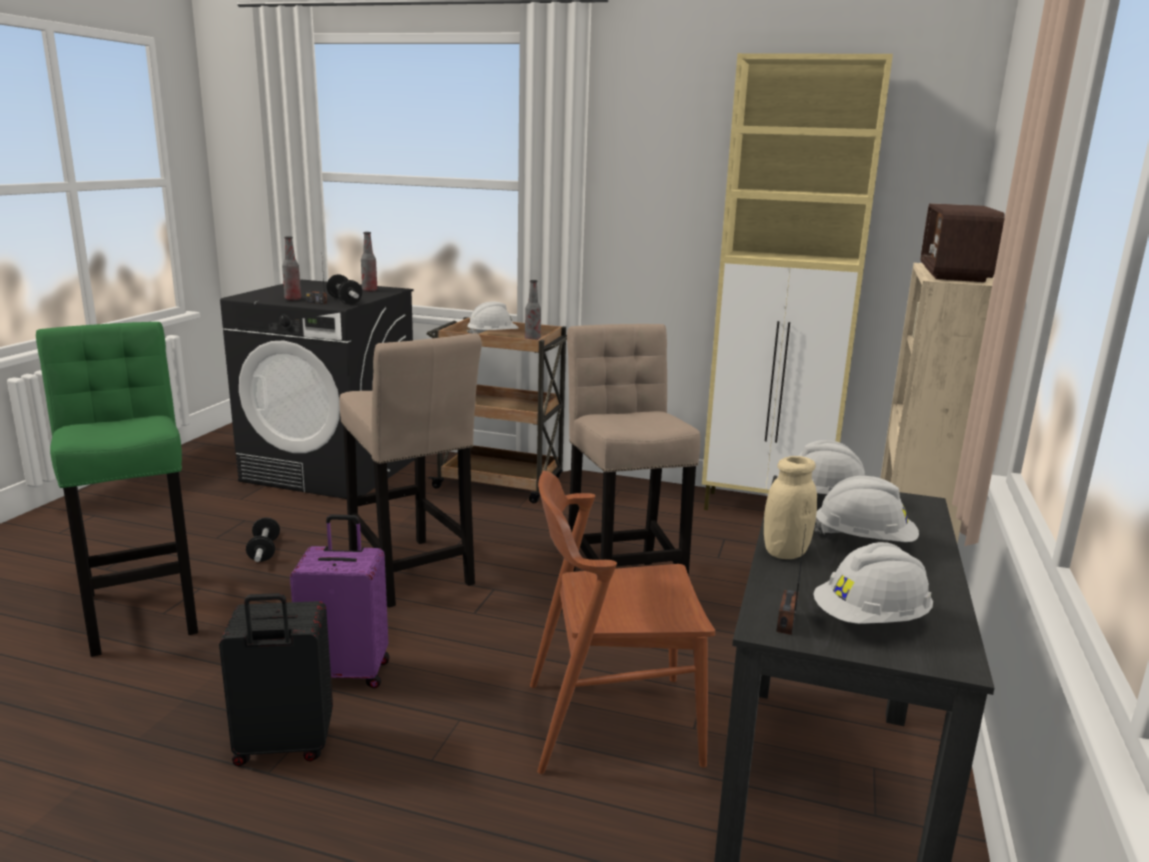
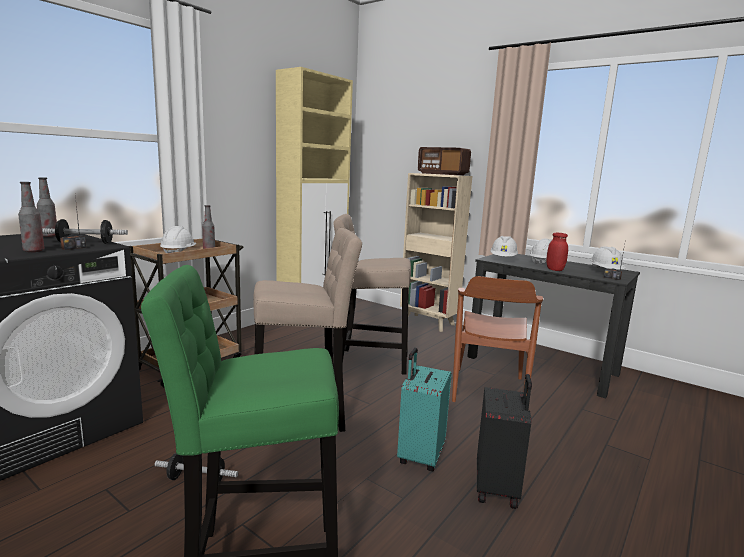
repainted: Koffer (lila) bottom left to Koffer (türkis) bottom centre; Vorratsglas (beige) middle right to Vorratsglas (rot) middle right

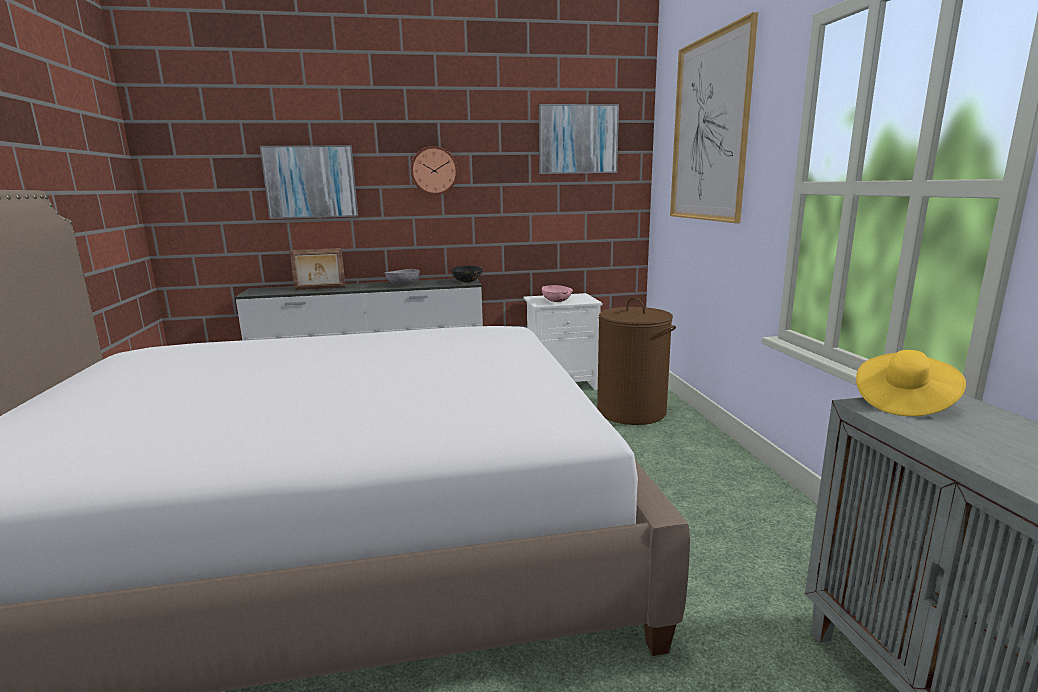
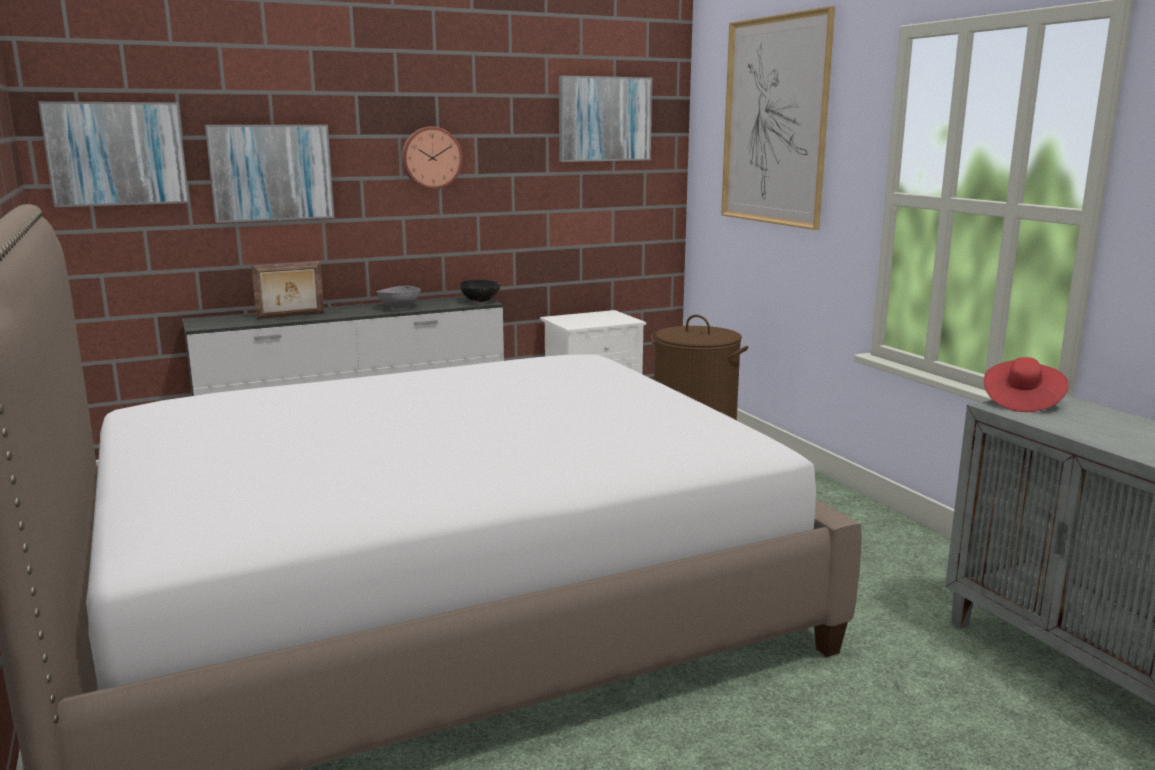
gone: Schüssel (rosa) centre
new: Bild (no. 1 from left) top left
repainted: Hut (gelb) middle right to Hut (rot) middle right

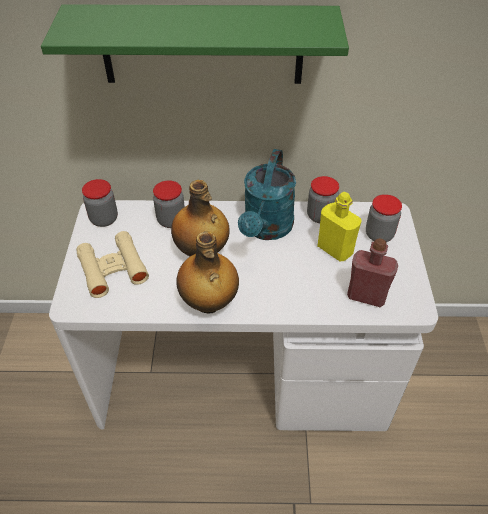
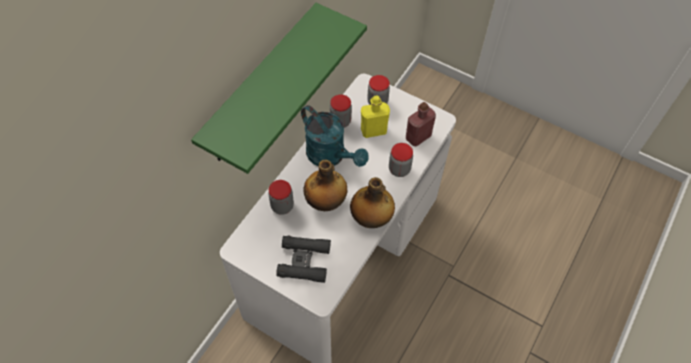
shifted: Vorratsglas (no. 1 from left in the first image) middle left to Vorratsglas (no. 4 from left) centre
repainted: Fernglas (beige) middle left to Fernglas (schwarz) bottom centre

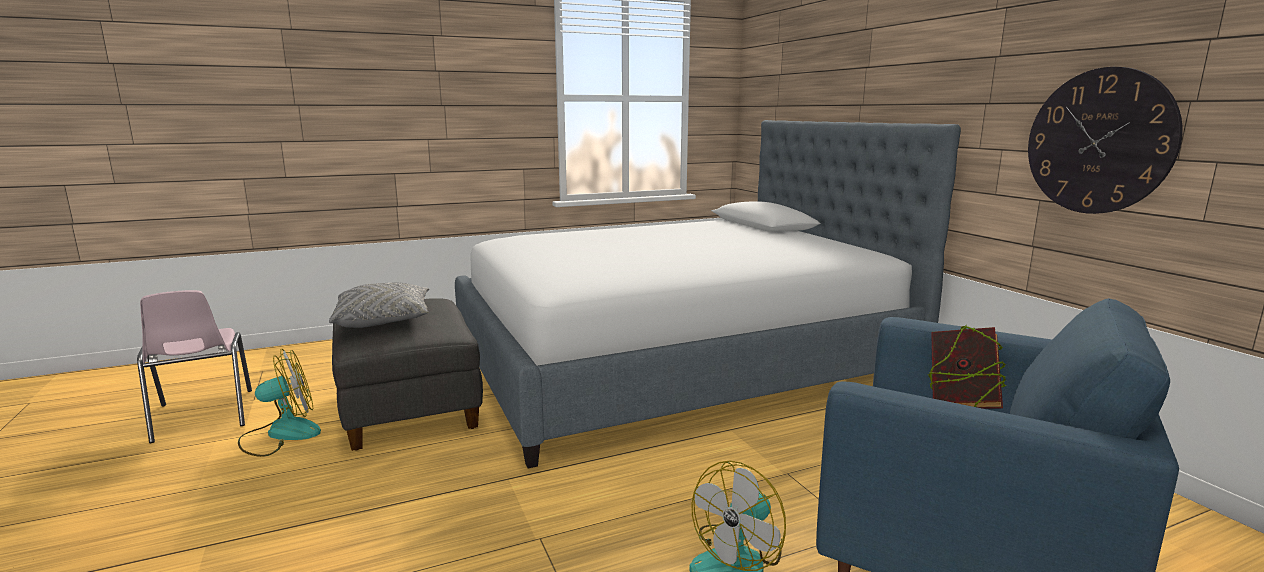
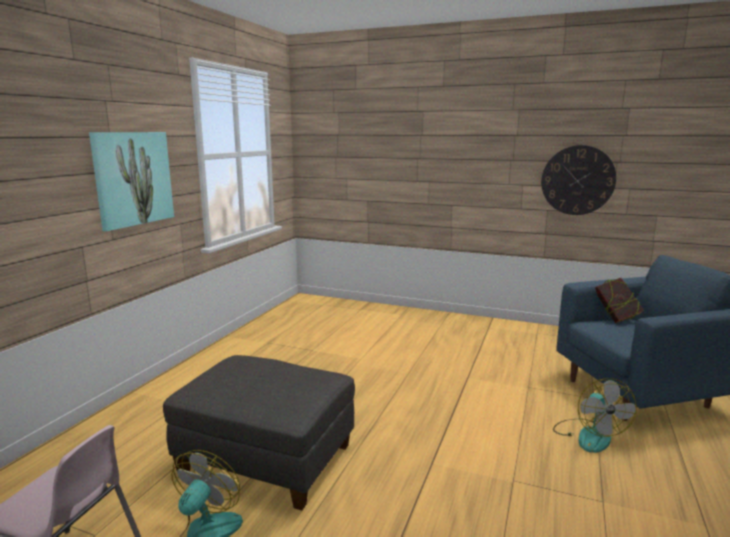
gone: Kissen (grau) middle left; Bett centre
new: Bild middle left

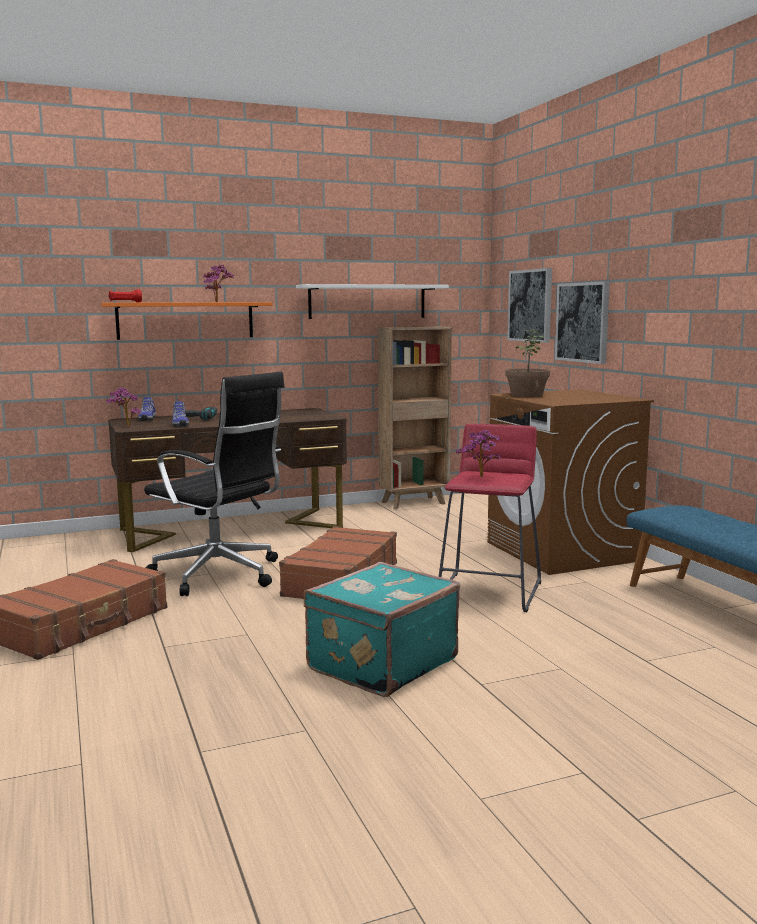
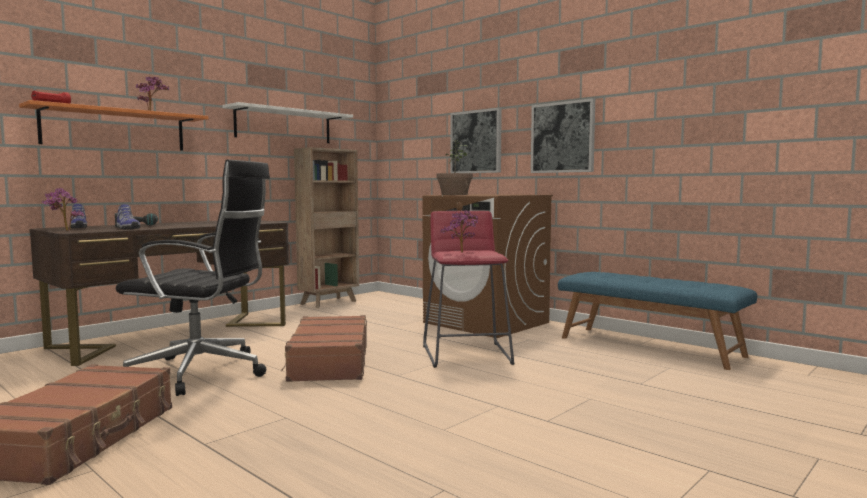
gone: Koffer (türkis) bottom centre
shifted: Bild (no. 1 from left in the first image) top right to Bild (no. 2 from left) top centre

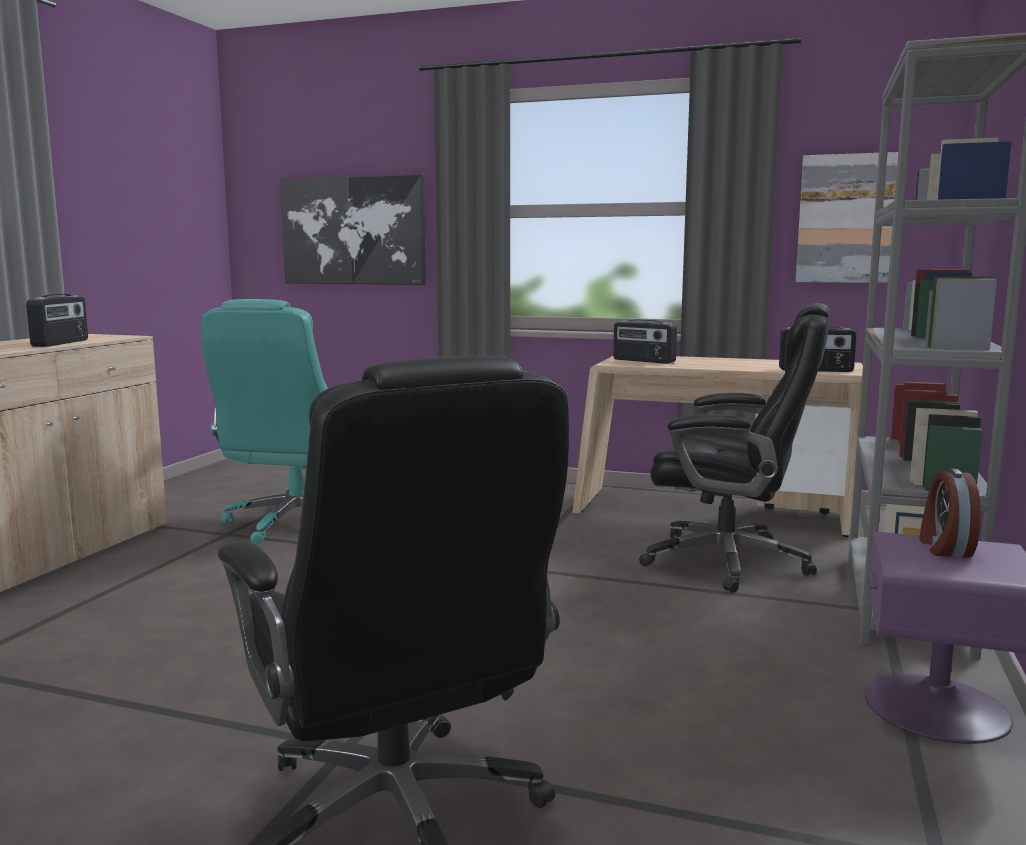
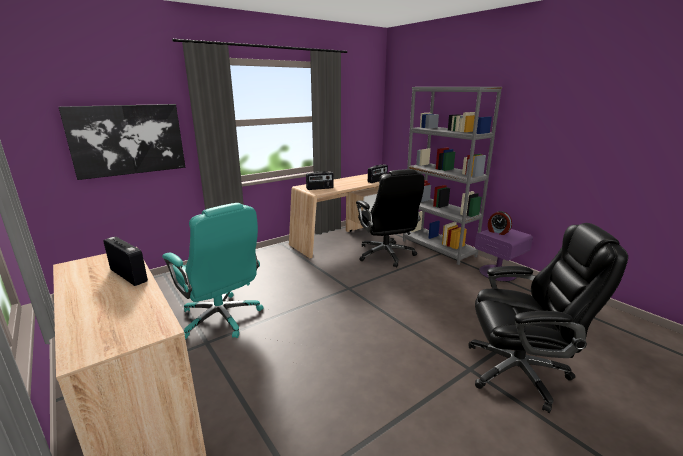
gone: Bild (no. 2 from left) top right
rotated: Bürostuhl (schwarz) (no. 2 from left in the first image) middle right = centre 105 degrees clockwise

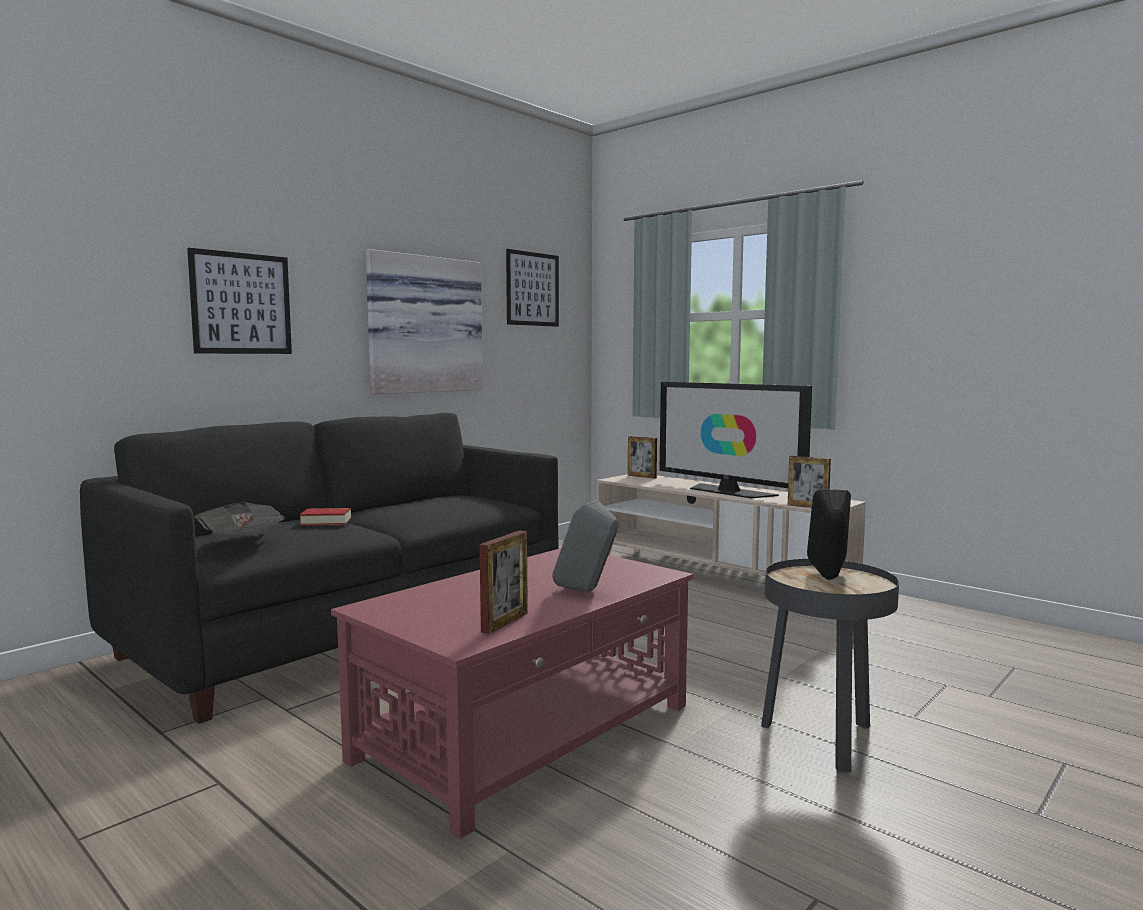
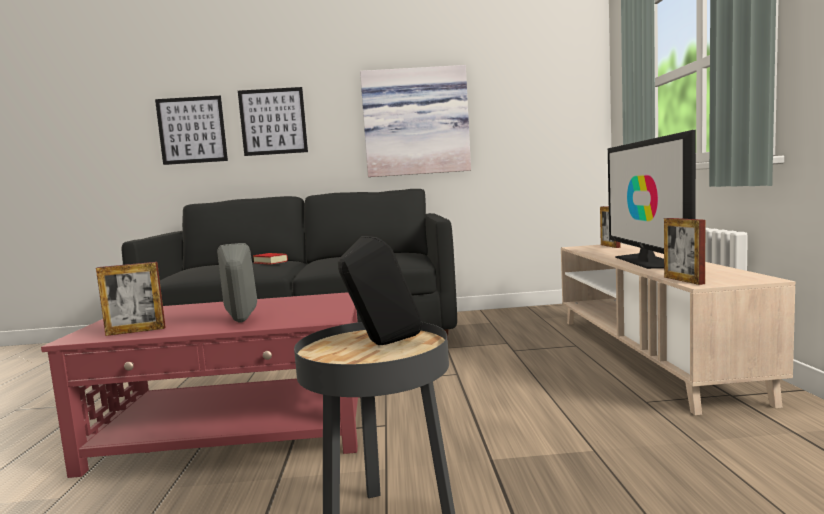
gone: Zeitung middle left
shifted: Bild (no. 3 from left in the first image) top centre to Bild (no. 1 from left) top left

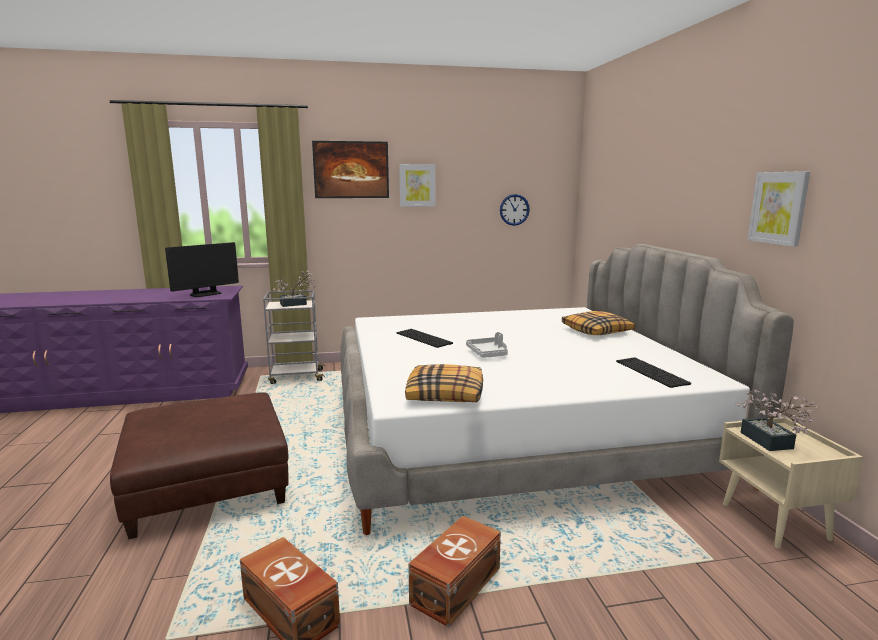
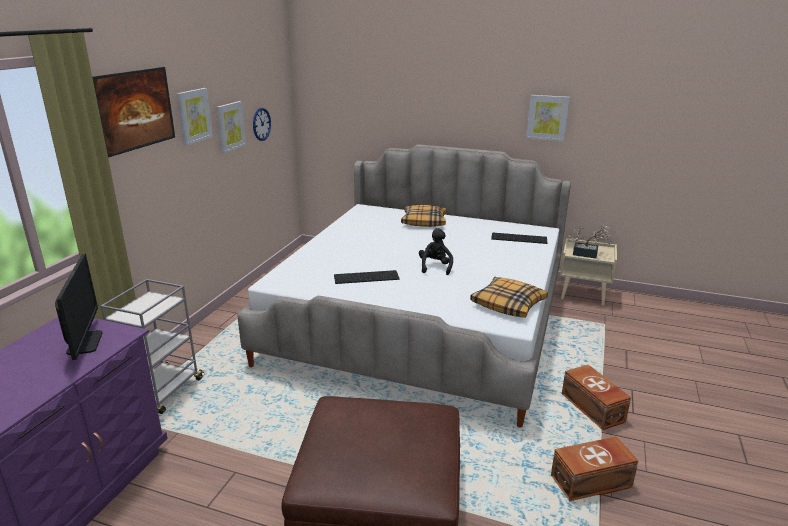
gone: Topfpflanze (no. 1 from left) centre
new: Bild (no. 3 from left) top left
swapped: Tablett (grau) centre to Plüschtier (schwarz) centre

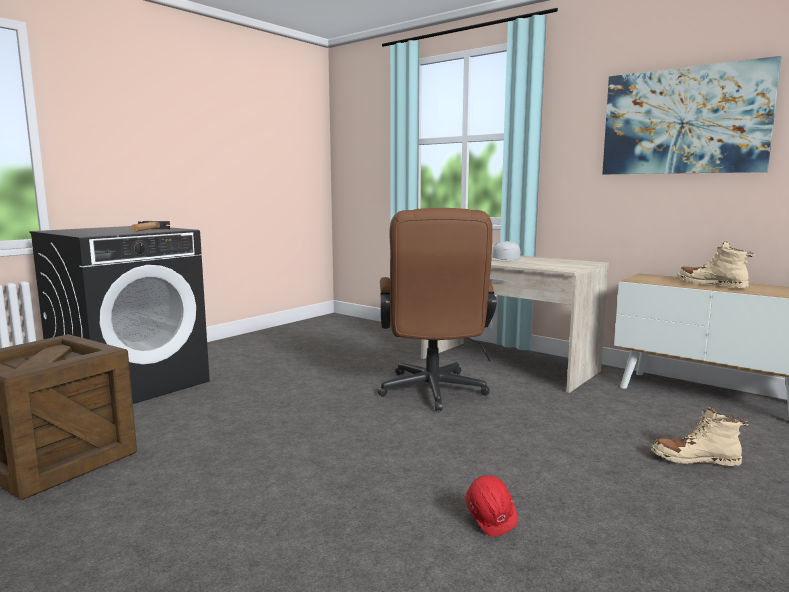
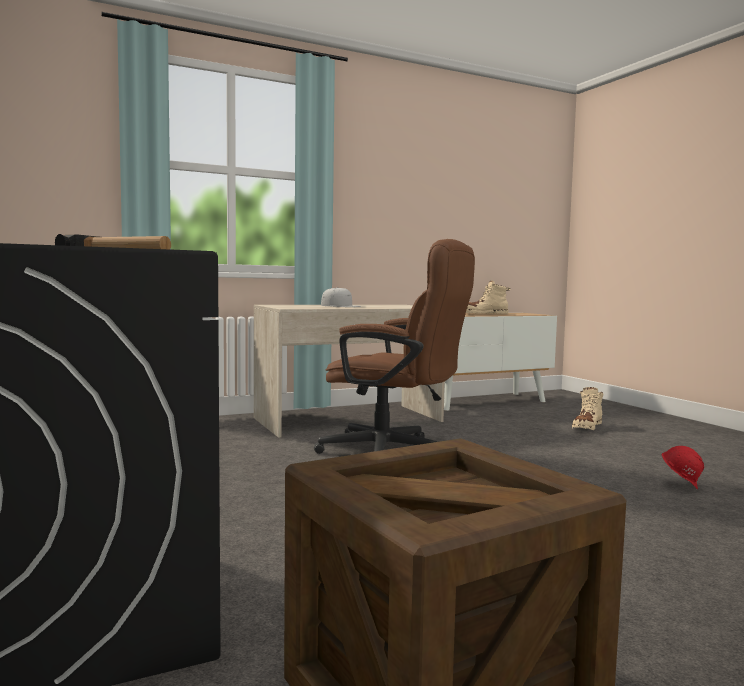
gone: Bild top right

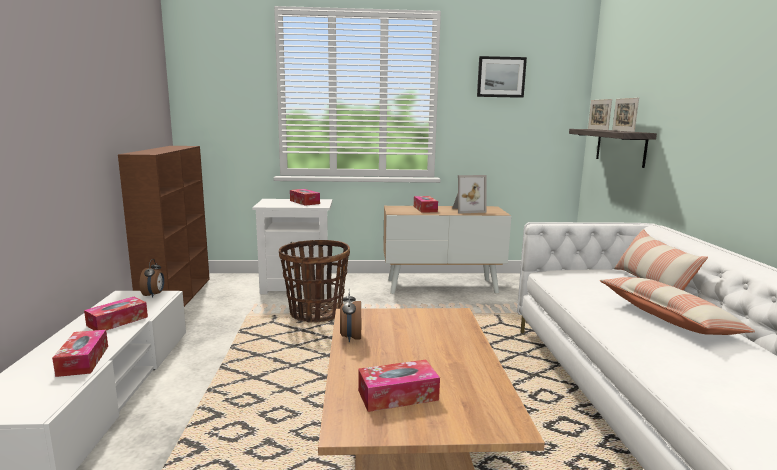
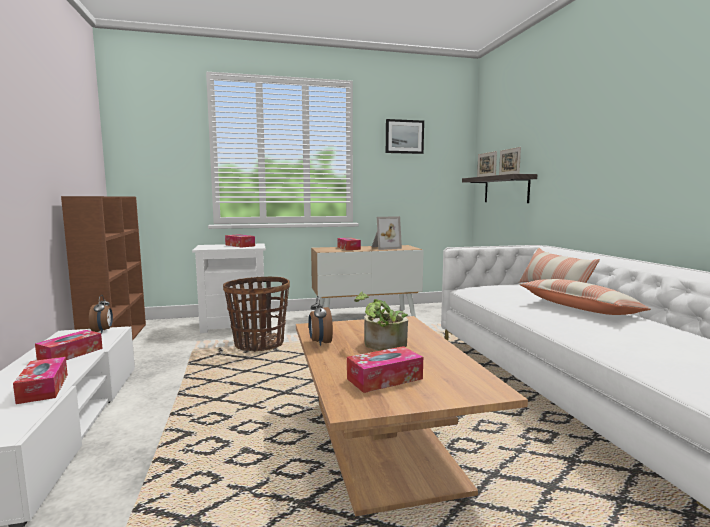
new: Topfpflanze centre

